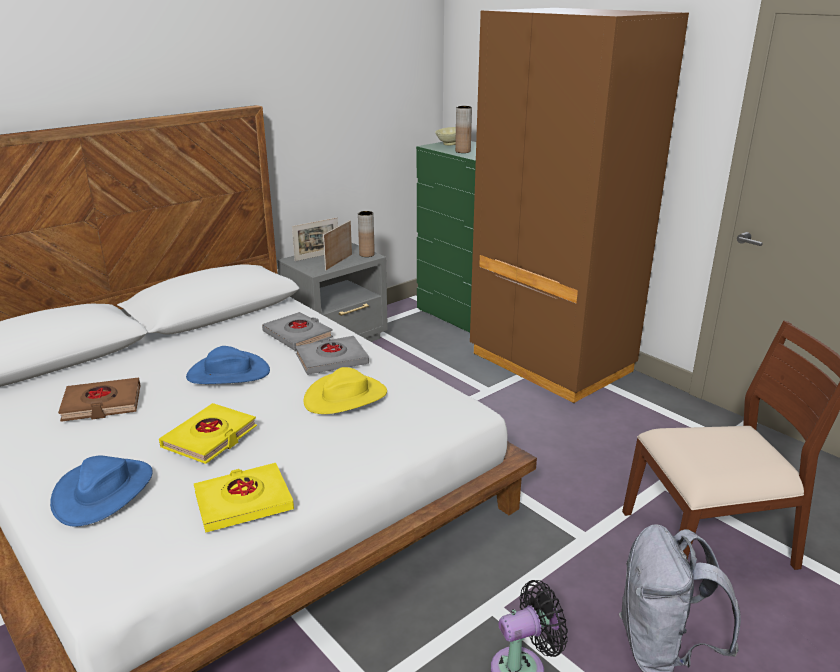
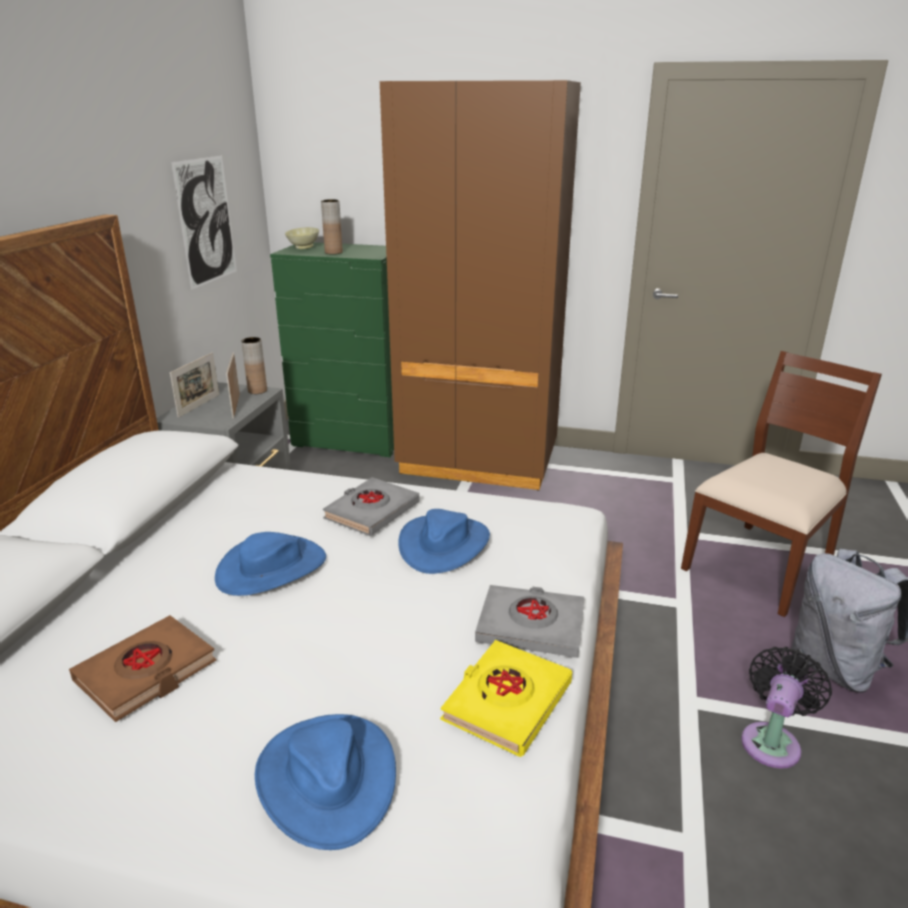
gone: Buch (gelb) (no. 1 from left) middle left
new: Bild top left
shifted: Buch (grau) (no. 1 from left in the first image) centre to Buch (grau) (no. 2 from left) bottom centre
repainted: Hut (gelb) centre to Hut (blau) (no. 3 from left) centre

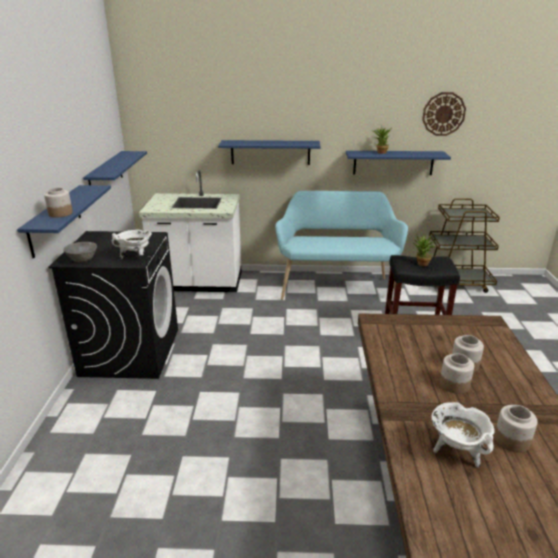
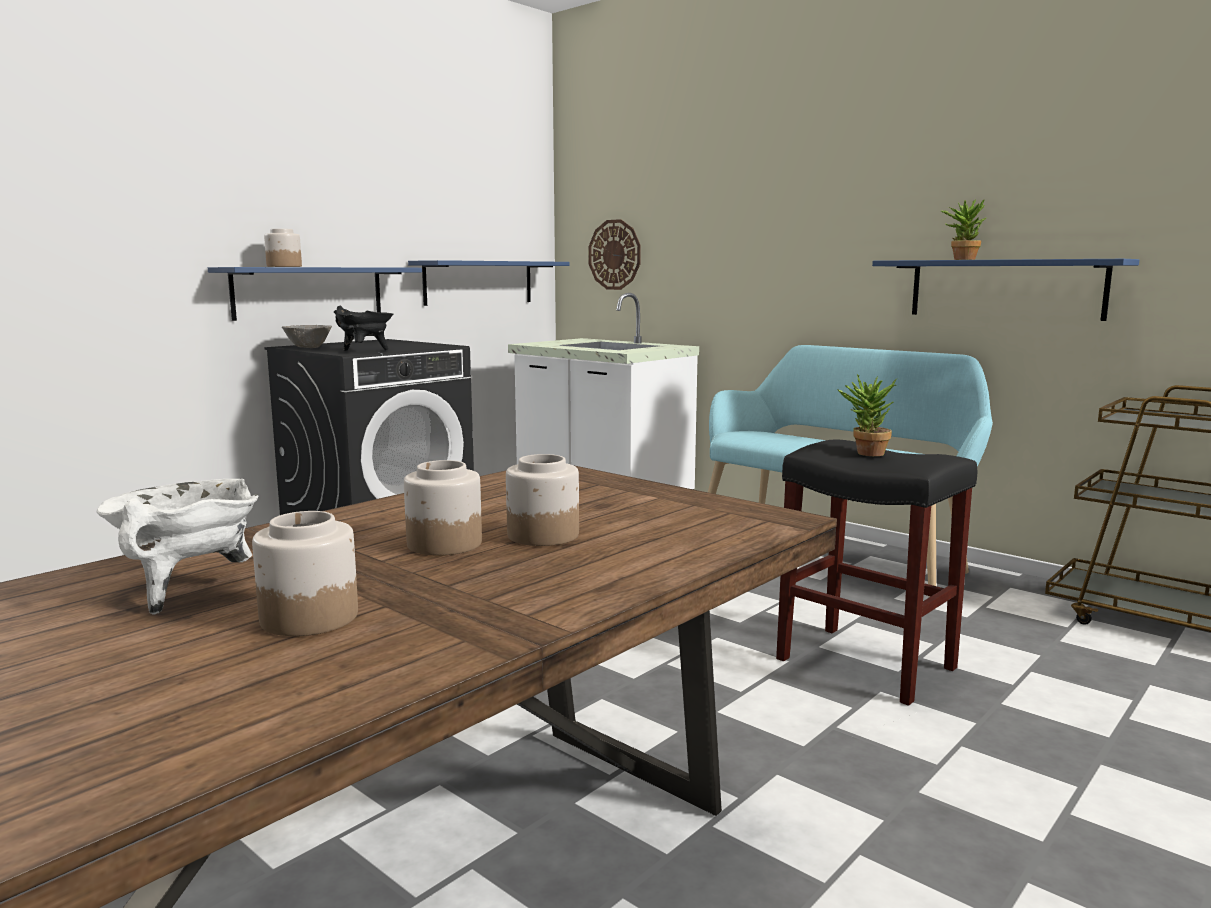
gone: Wandregal (blau) (no. 3 from left) top centre
shifted: Wanduhr top right to top centre
repainted: Kochtopf (weiß) (no. 1 from left) middle left to Kochtopf (schwarz) middle left

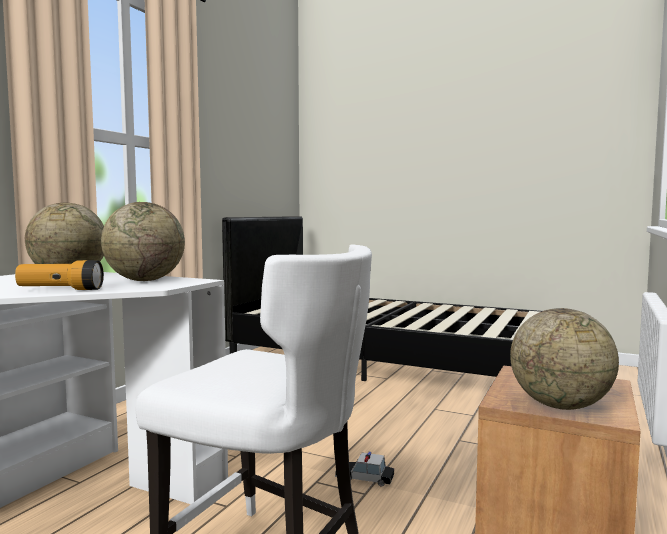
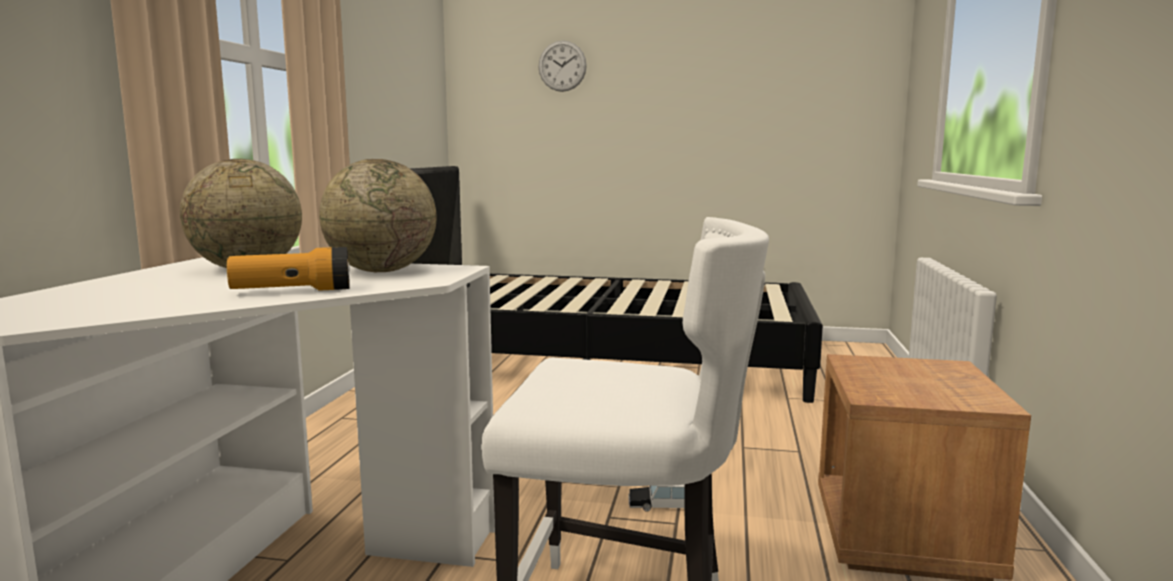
gone: Globus (no. 3 from left) bottom right
new: Wanduhr top centre

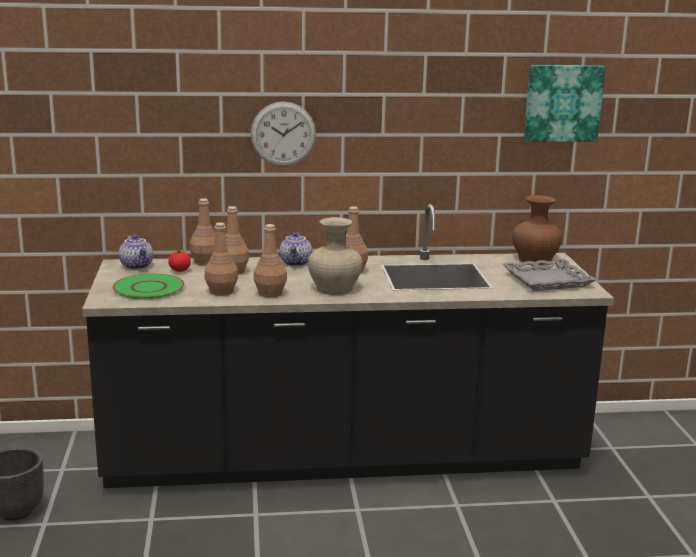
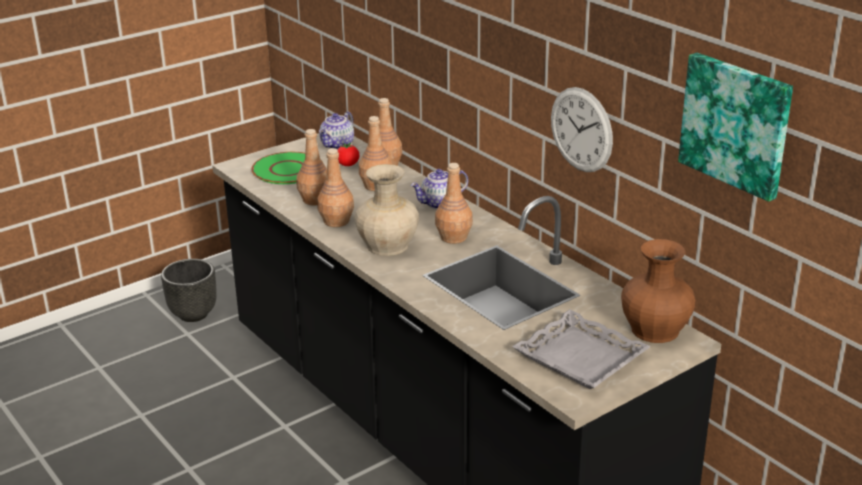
shifted: Wanduhr top centre to top right

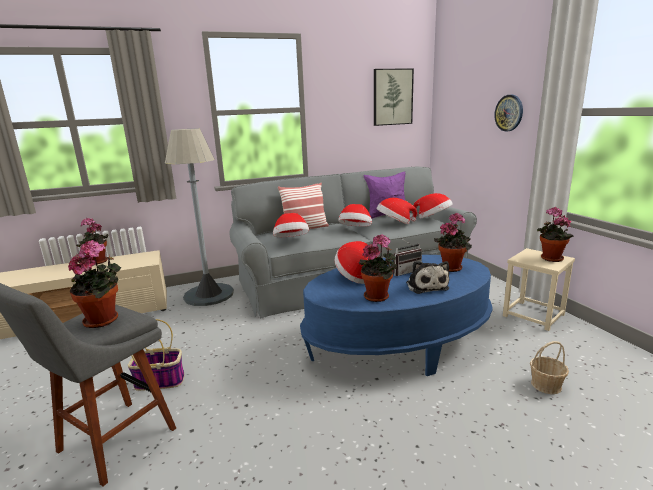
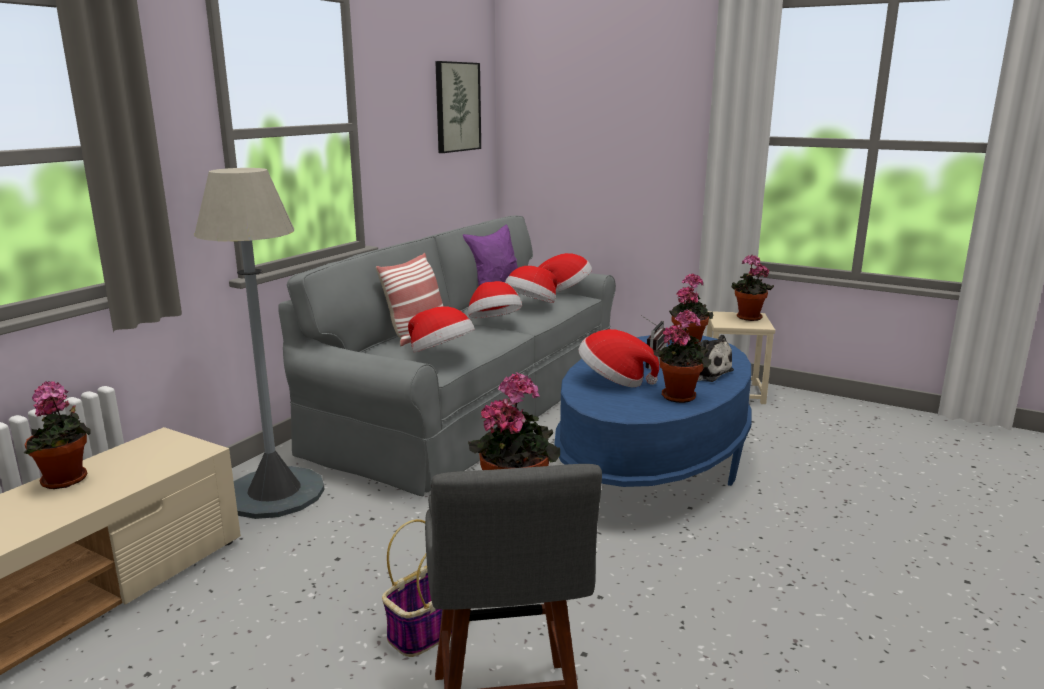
gone: Wanduhr top right; Korb (no. 2 from left) bottom right

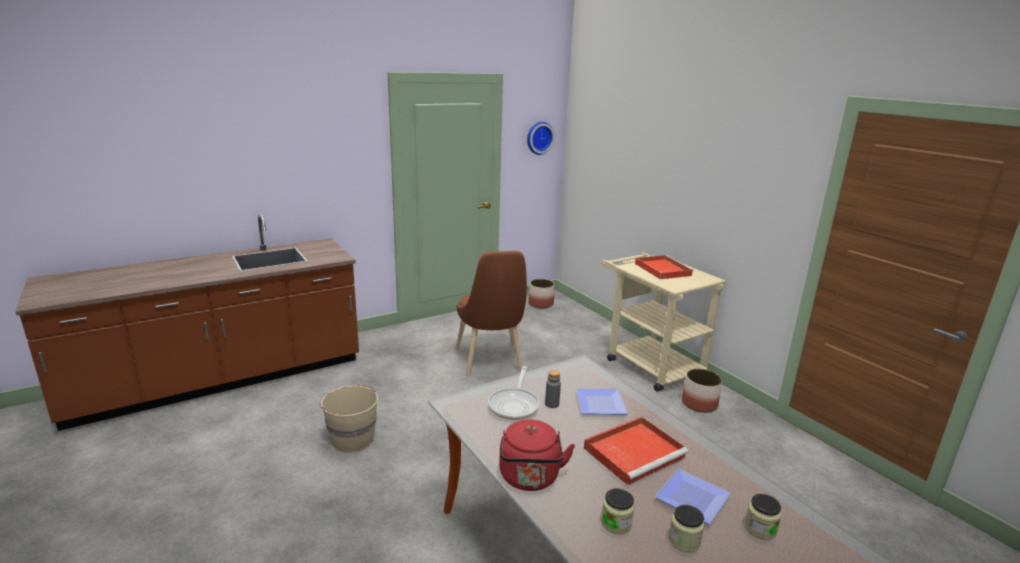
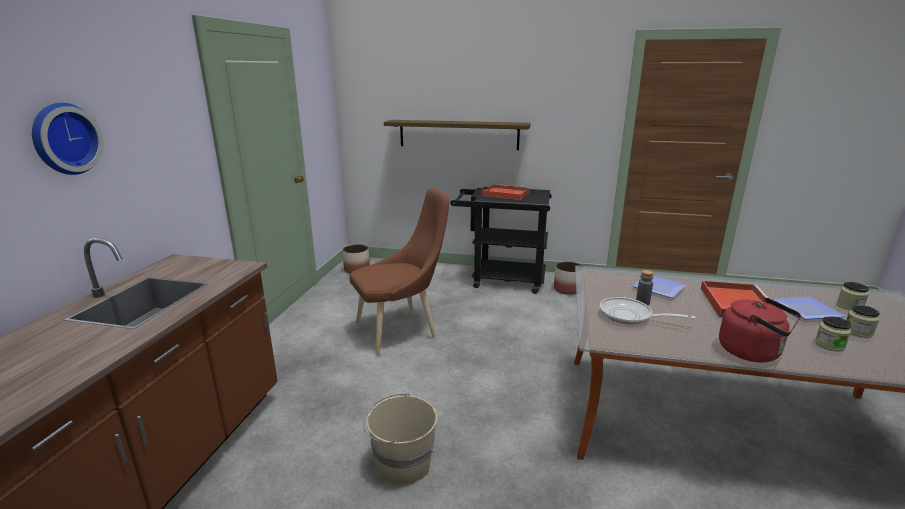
new: Wandregal top centre
shifted: Wanduhr top centre to top left
repainted: Rollwagen (beige) centre to Rollwagen (schwarz) centre
rotated: Stuhl (braun) centre = centre 60 degrees counterclockwise; Pfanne bottom centre = middle right 150 degrees clockwise

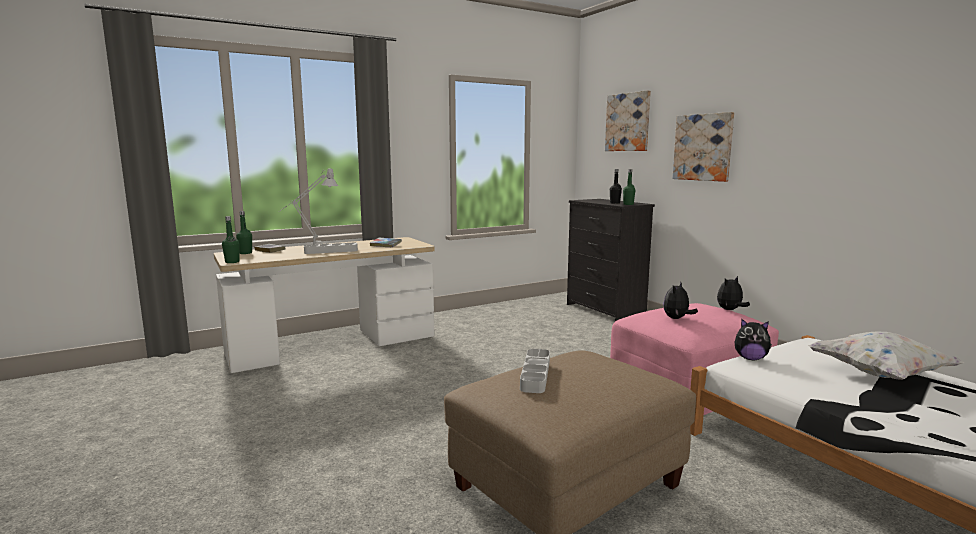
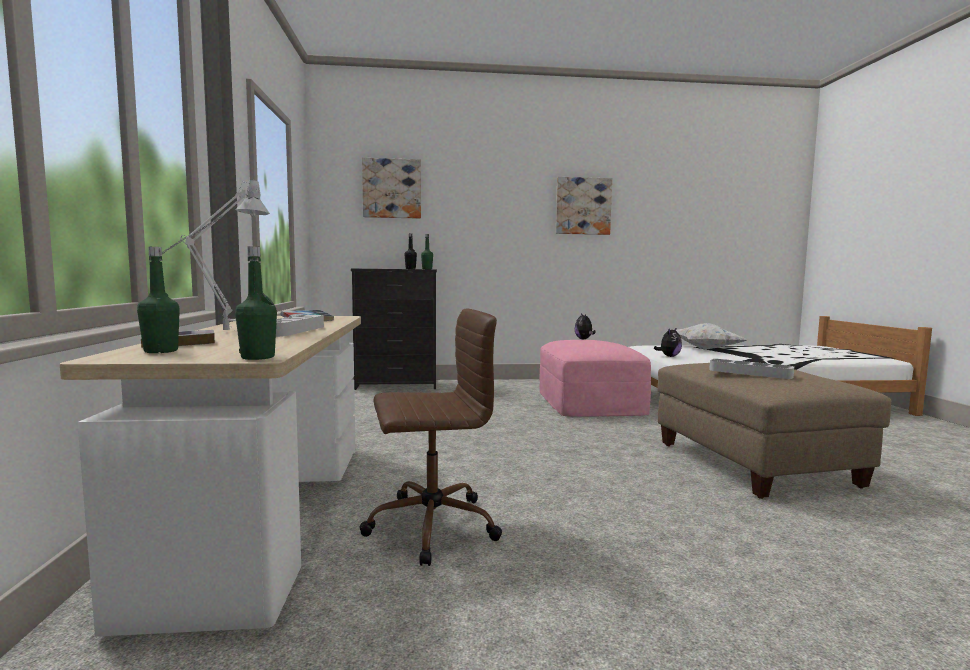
gone: Plüschtier (no. 1 from left) middle right
new: Bürostuhl (braun) centre
shifted: Bild (no. 2 from left) top right to top centre

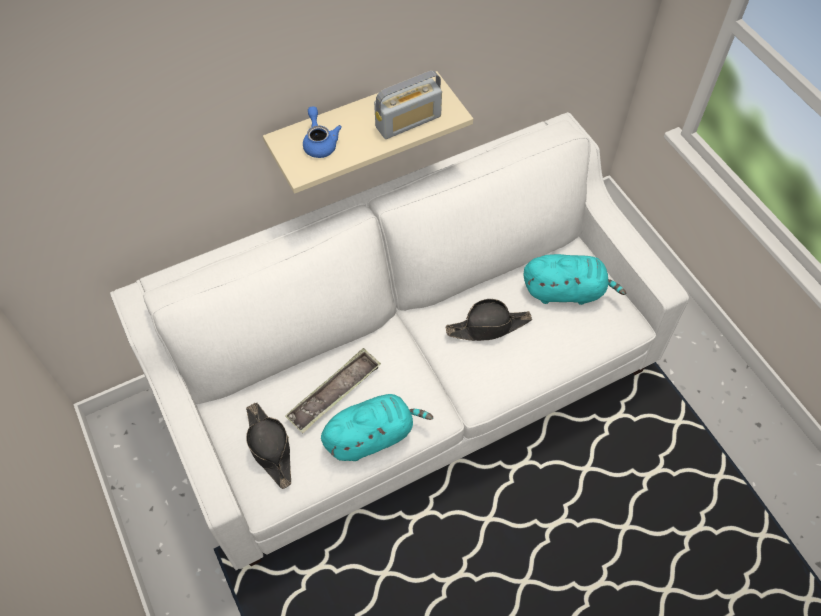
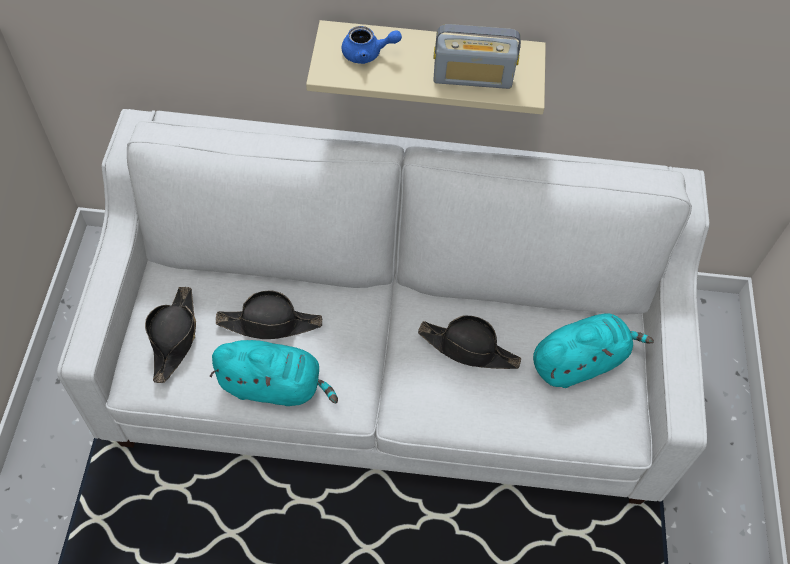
swapped: Tablett centre to Hut (schwarz) (no. 2 from left) centre
rotated: Teekanne (blau) top centre = top centre 75 degrees clockwise; Plüschtier (türkis) (no. 2 from left) middle right = middle right 60 degrees counterclockwise

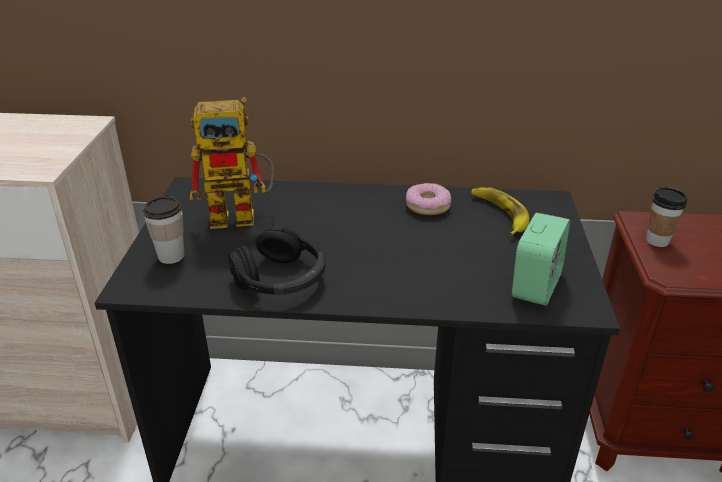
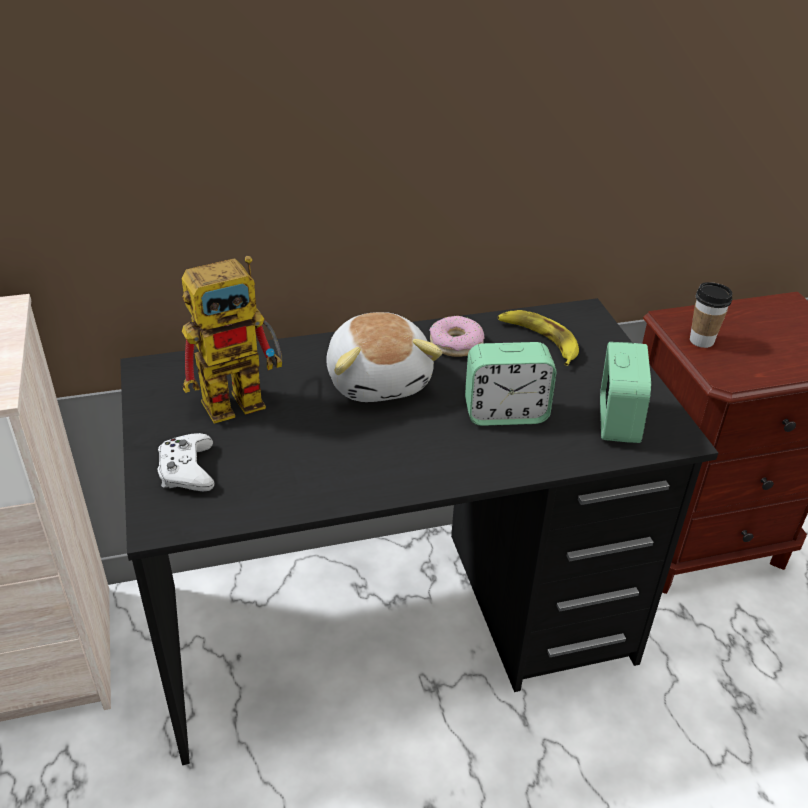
gone: Kopfhörer (schwarz) centre
new: Plüschtier centre; Wecker (no. 1 from left) centre
swapped: Tasse (no. 1 from left) middle left to Gamepad (weiß) middle left

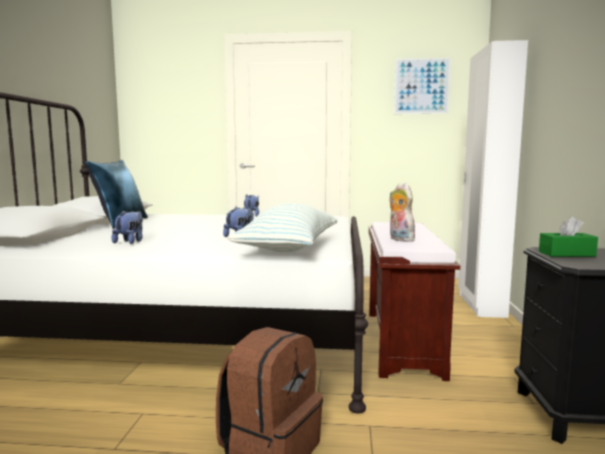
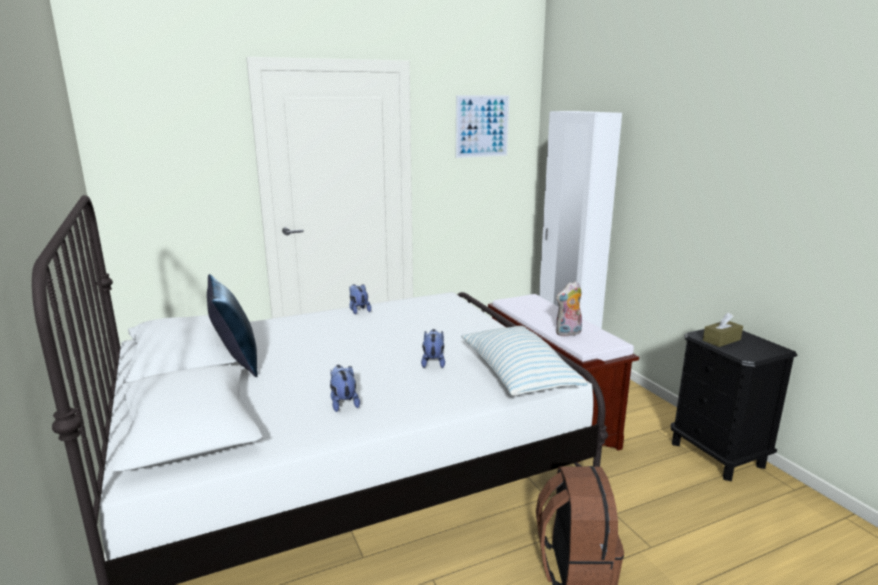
repainted: Taschentuchbox (grün) middle right to Taschentuchbox (braun) middle right
rotated: Plüschtier (no. 4 from left) centre = centre 60 degrees counterclockwise

